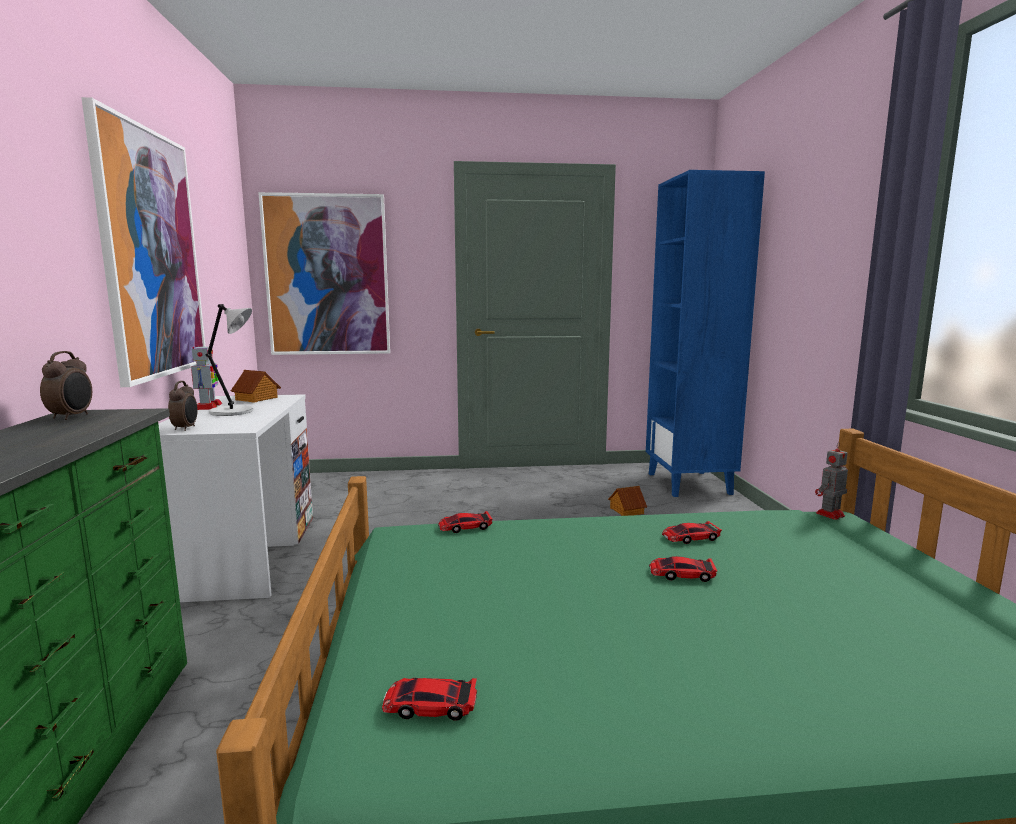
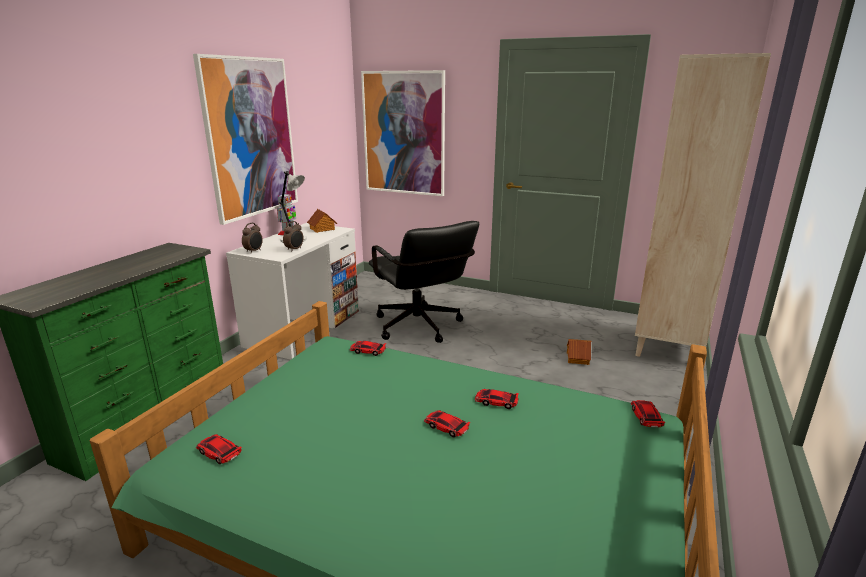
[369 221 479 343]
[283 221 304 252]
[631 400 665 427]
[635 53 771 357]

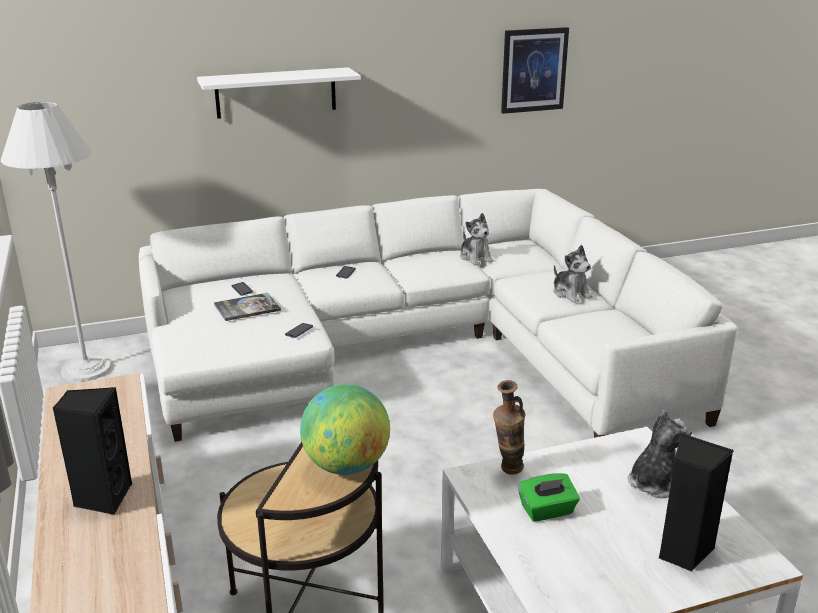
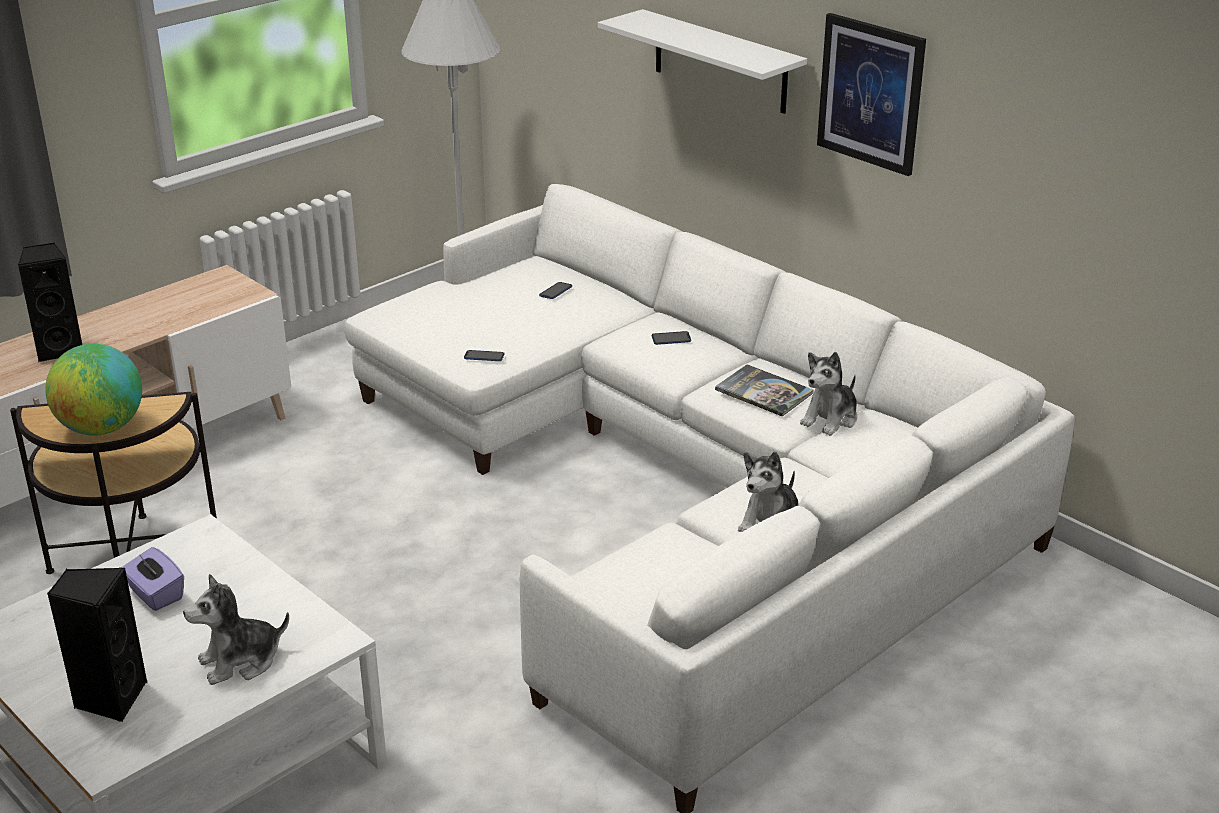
[493 380 525 475] (first image)
[715 364 814 416]
[817 13 926 176]
[121 547 184 611]
[183 574 289 685]

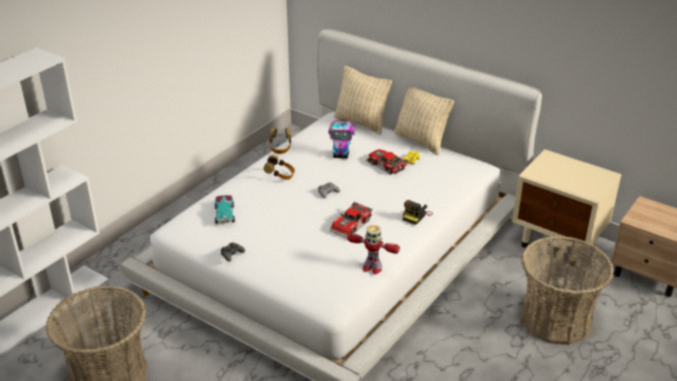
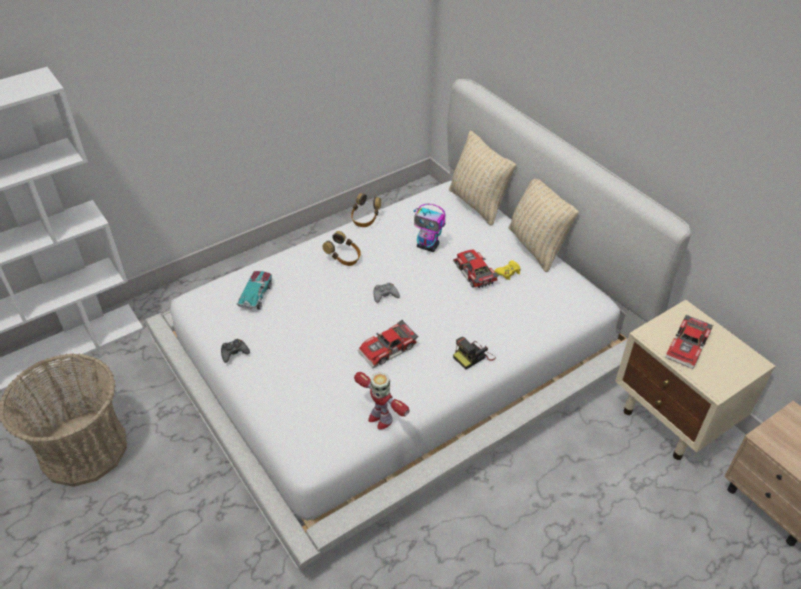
[521 236 614 345] (first image)
[665 314 713 369]

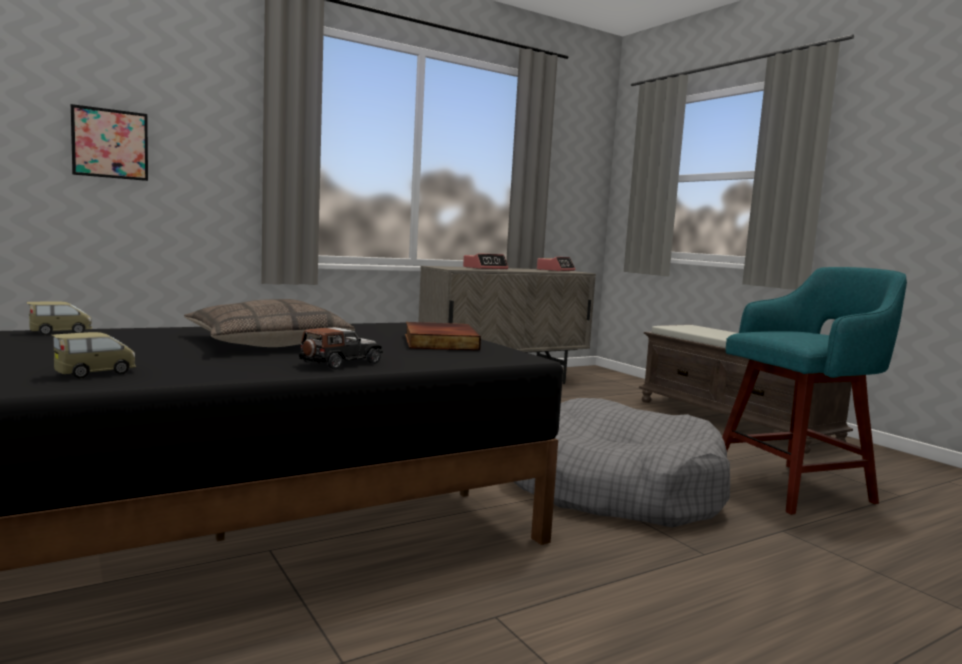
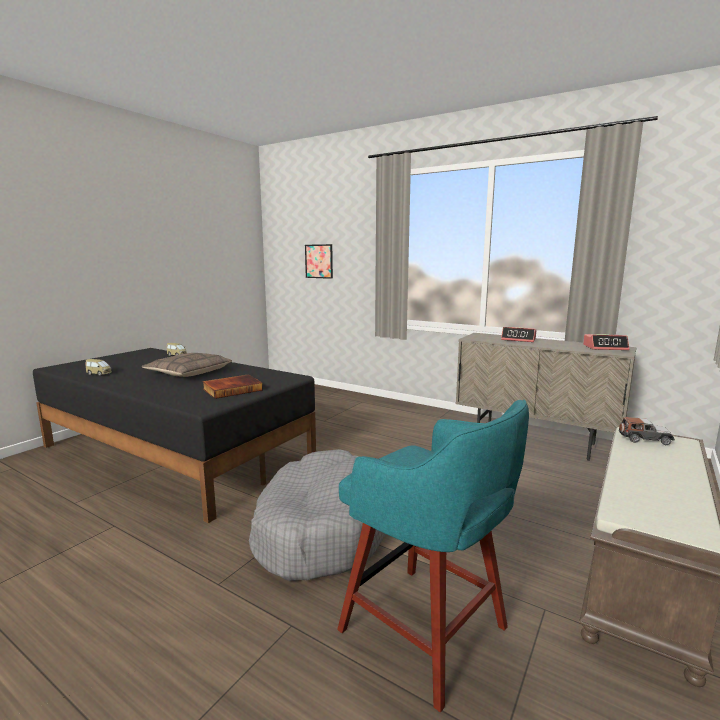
[619 417 675 445]

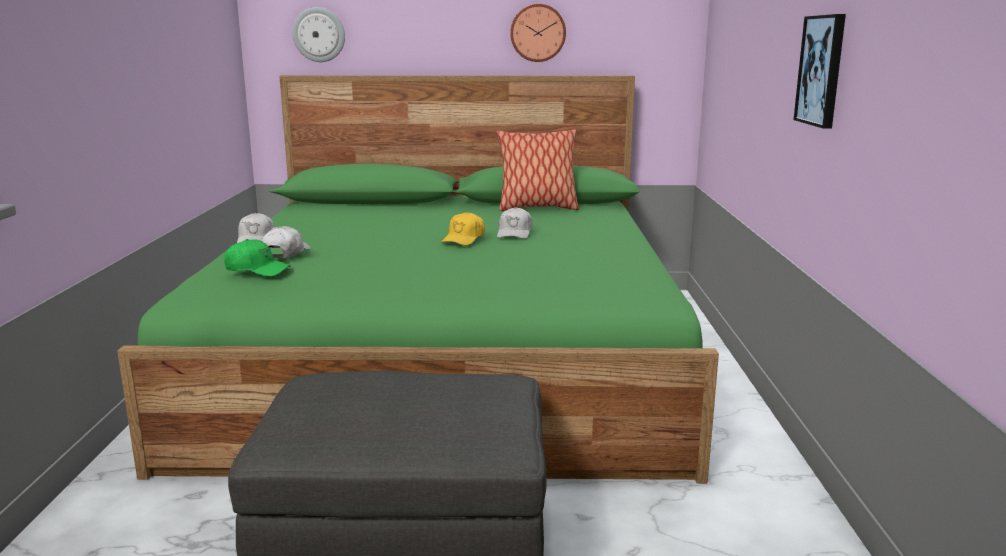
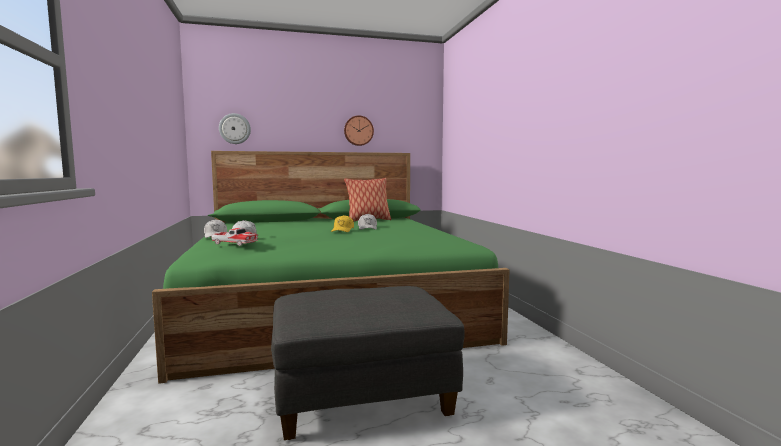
[794 14 846 129] (first image)
[211 228 258 246]

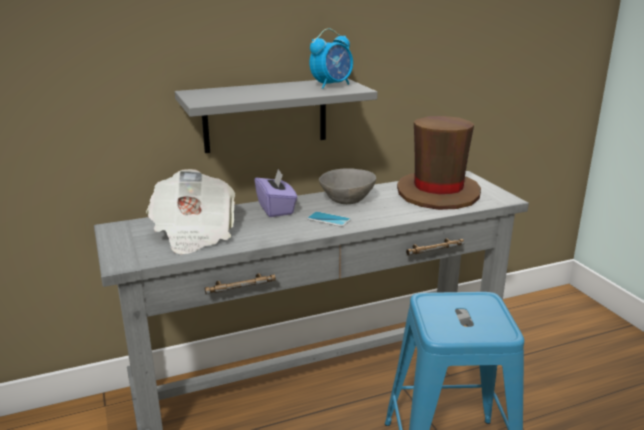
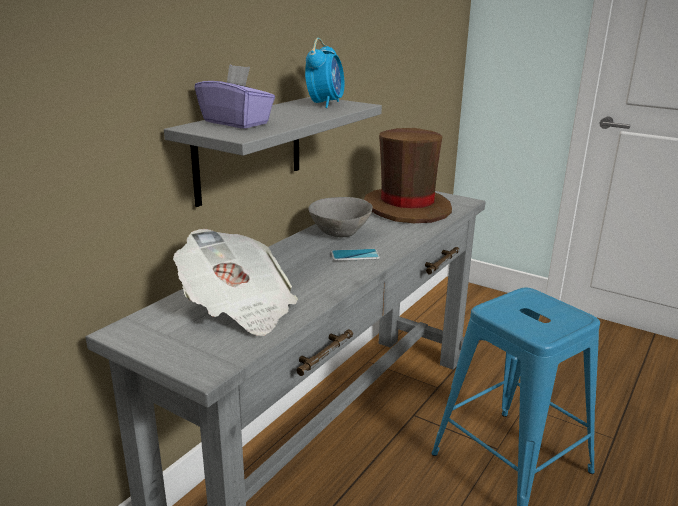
[195 64 275 129]

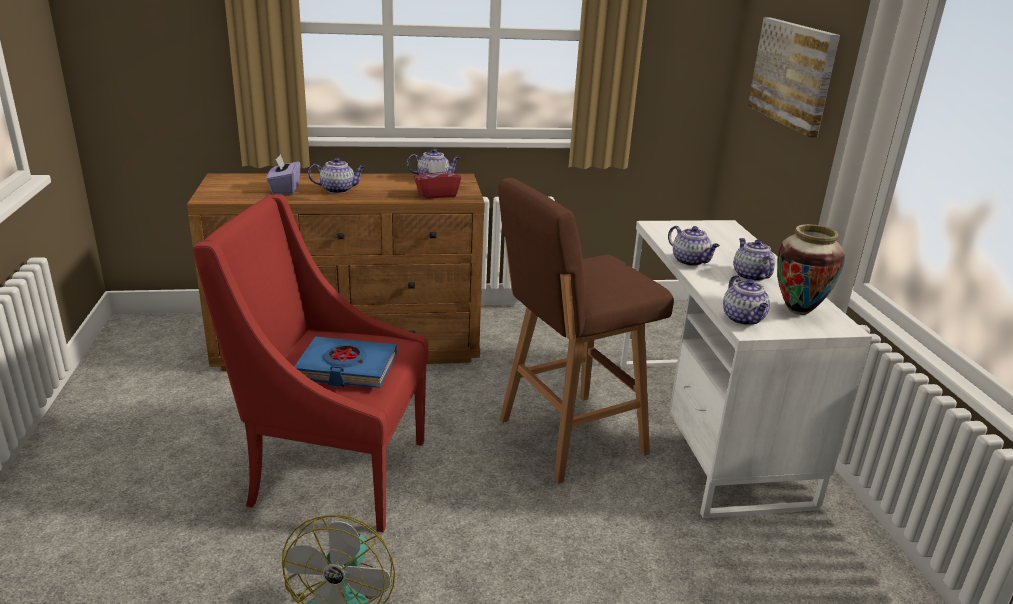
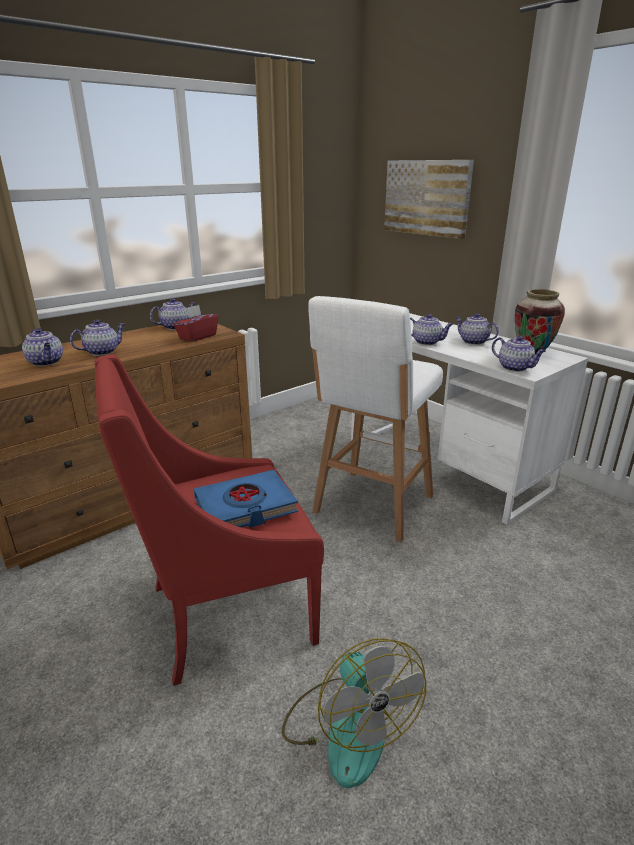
[22 328 63 366]
[308 296 443 542]

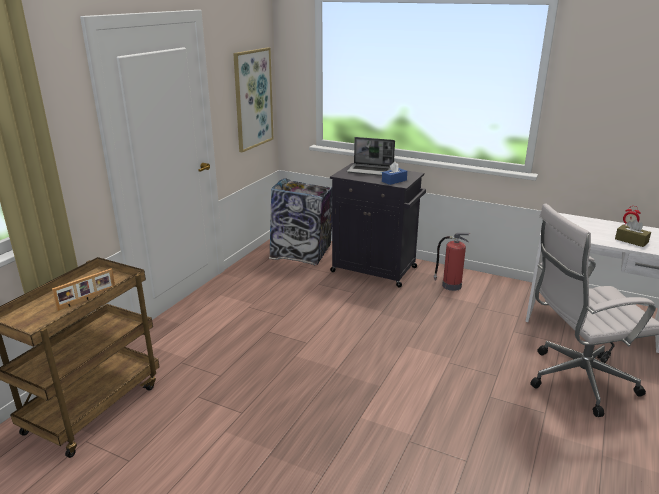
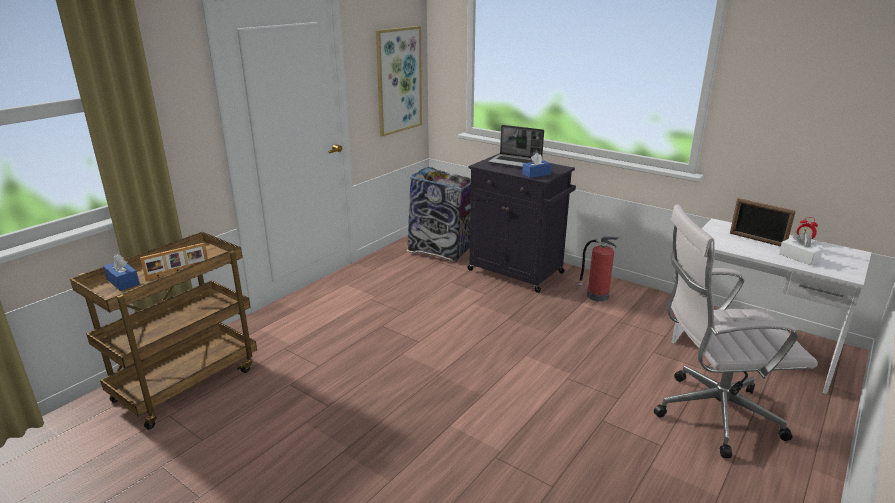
[103 254 140 291]
[730 198 796 246]
[779 232 823 266]

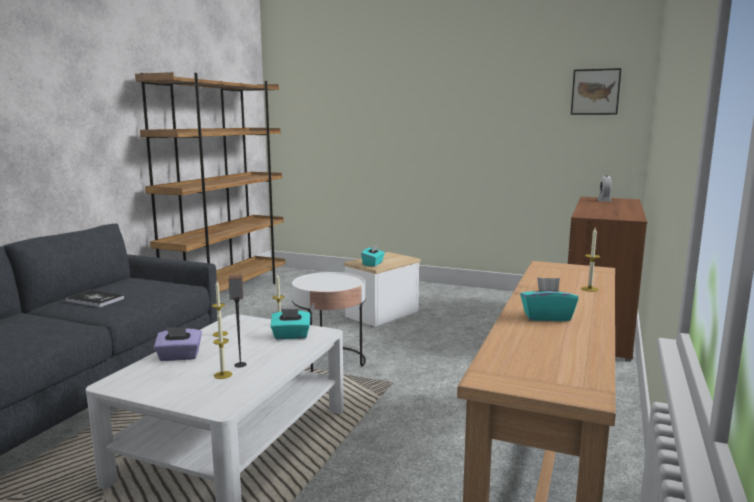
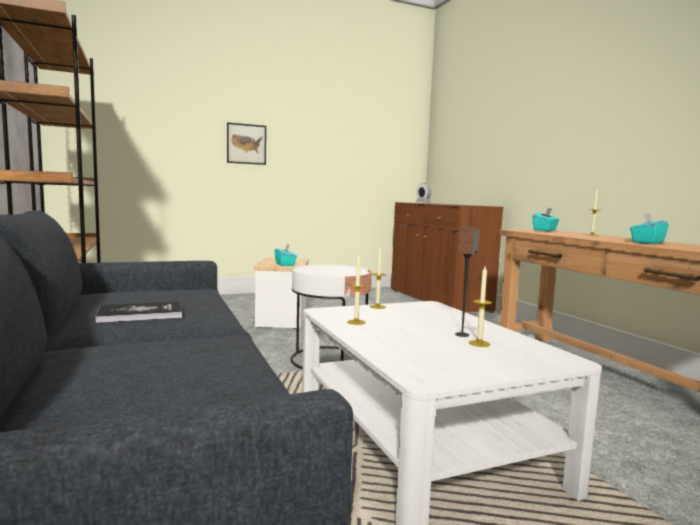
[154 327 202 361] (first image)
[532 208 559 231]
[227 122 266 165]

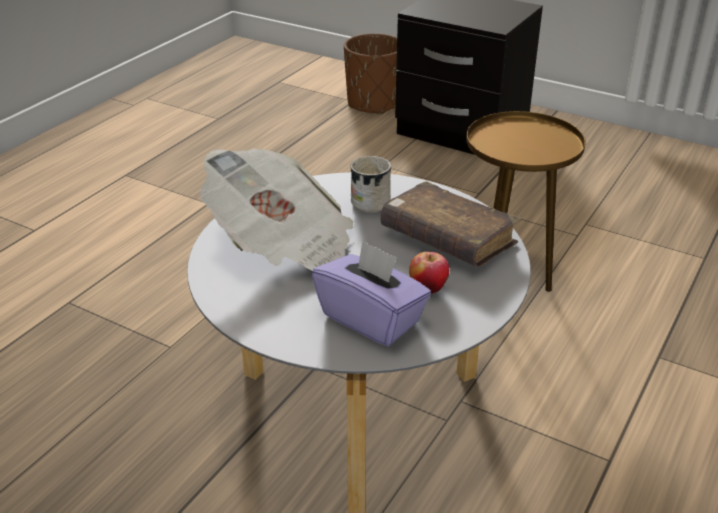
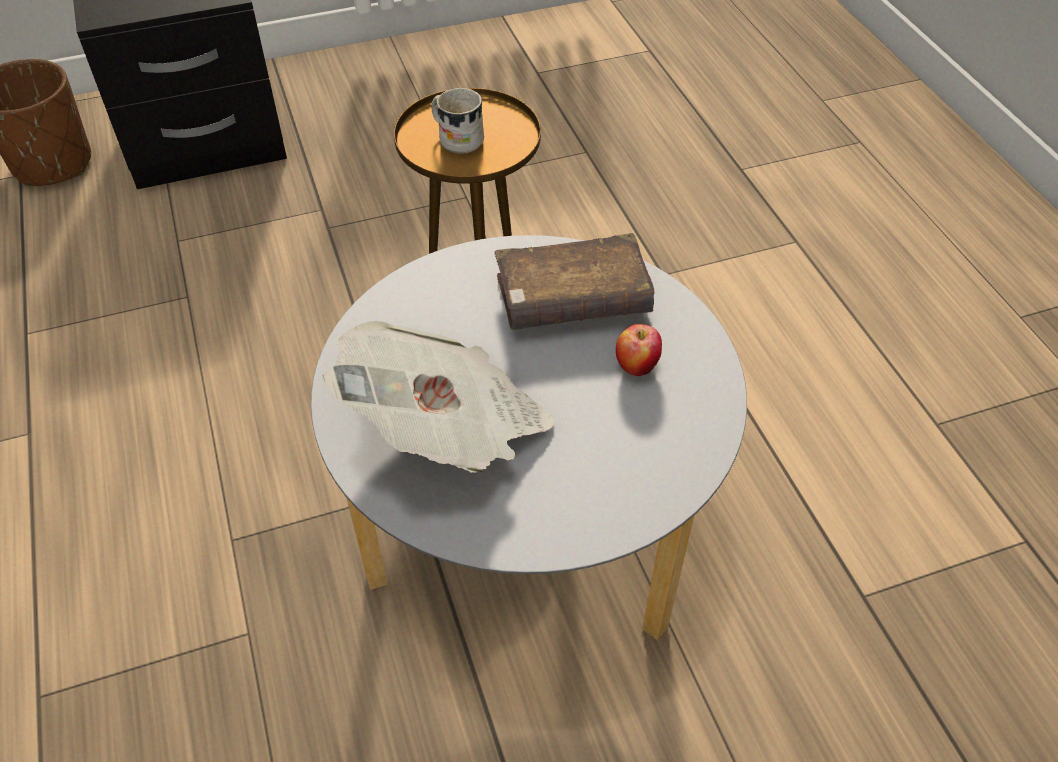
[312 240 431 346] (first image)
[432 88 484 154]

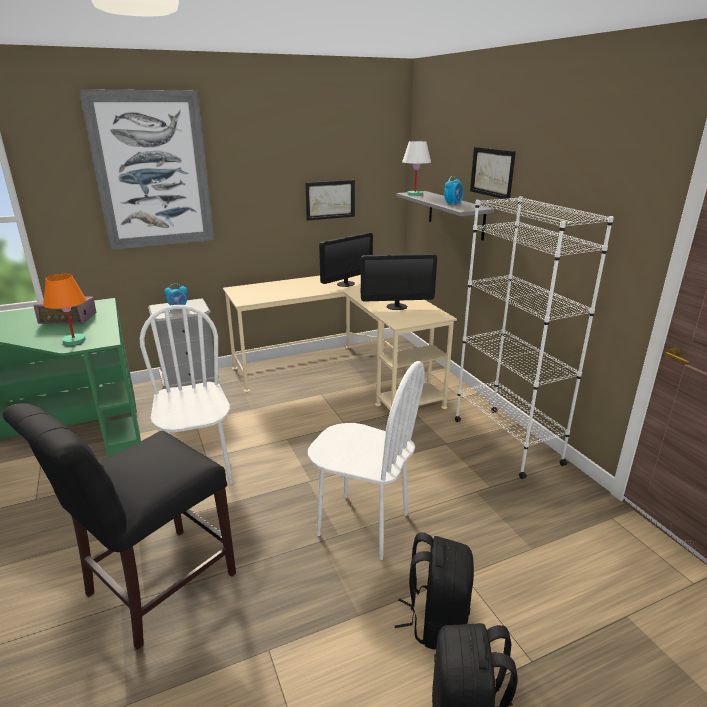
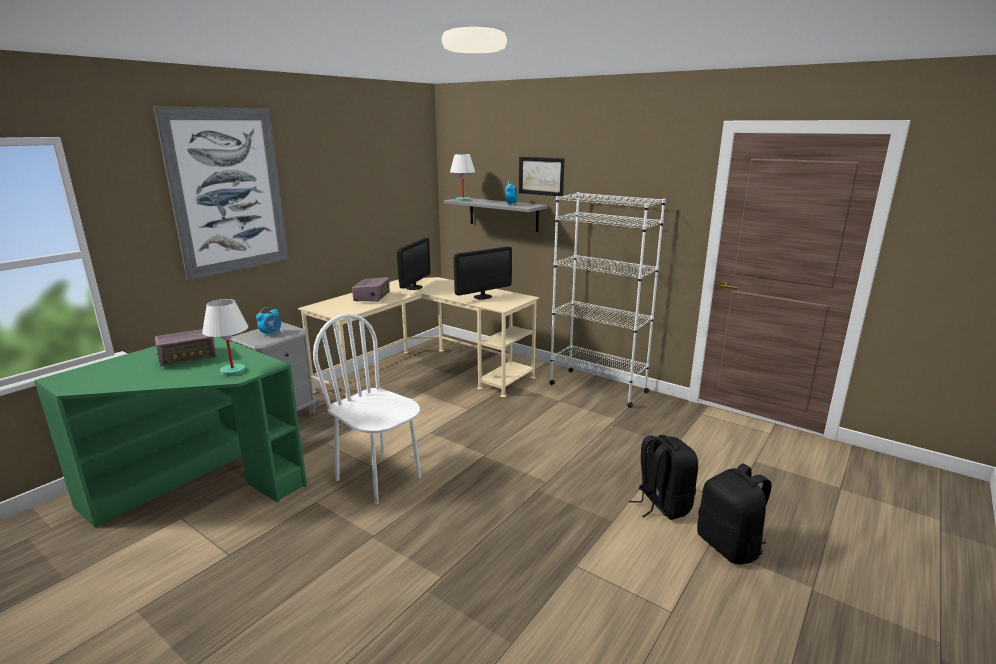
[2 403 236 650] (first image)
[305 180 355 221] (first image)
[308 361 425 560] (first image)
[352 277 390 302]
[202 299 248 376]

